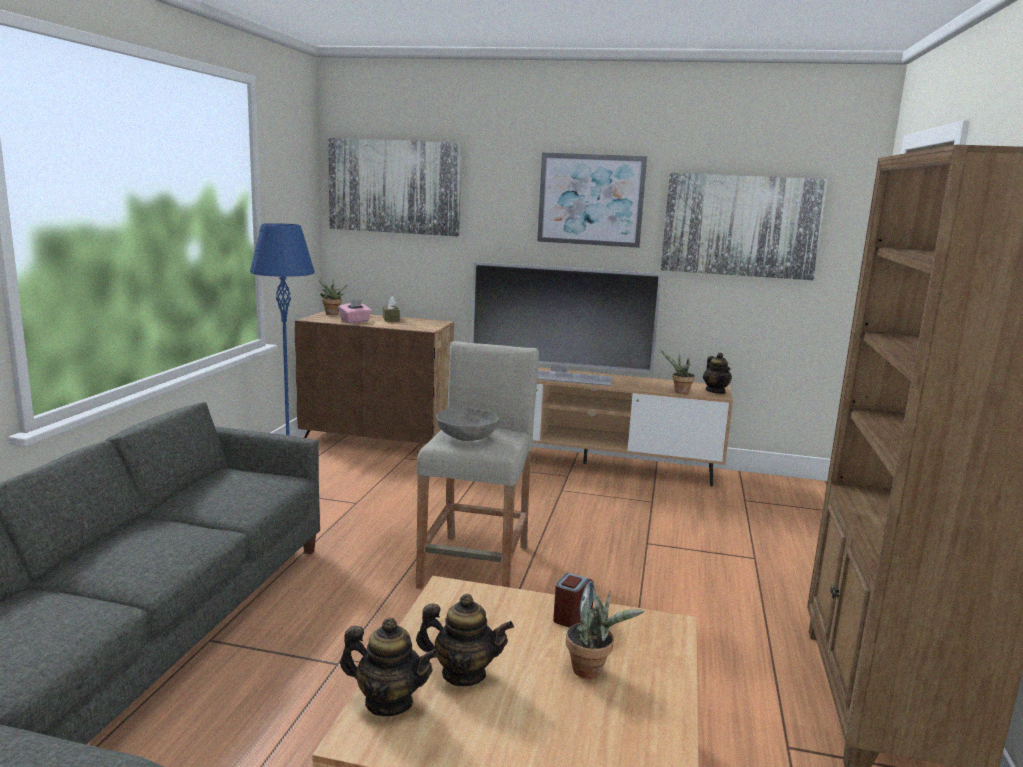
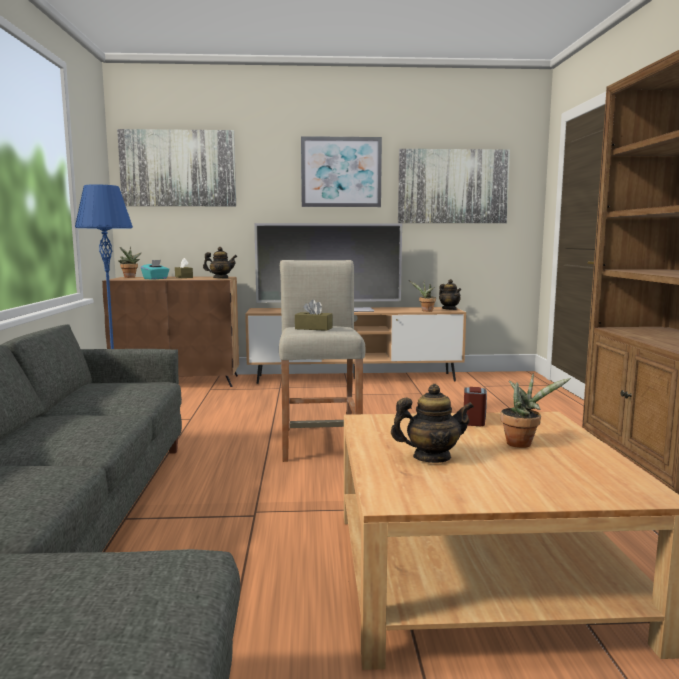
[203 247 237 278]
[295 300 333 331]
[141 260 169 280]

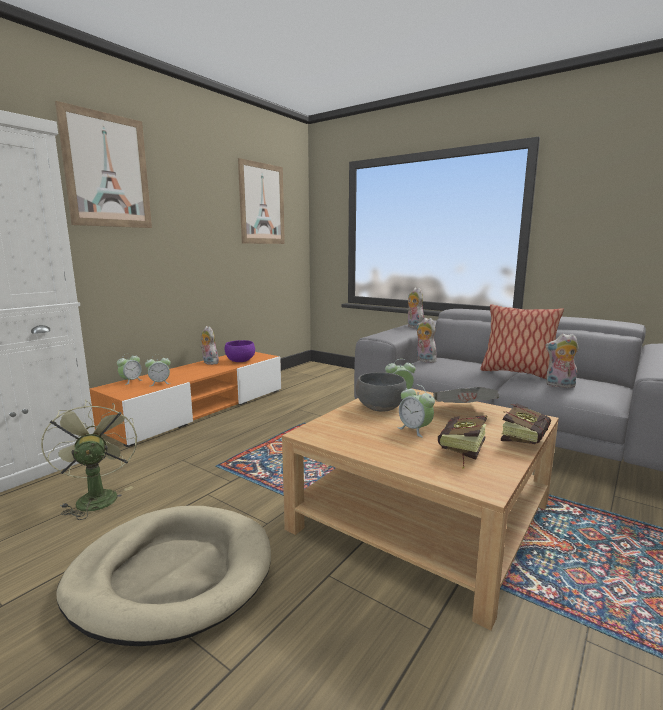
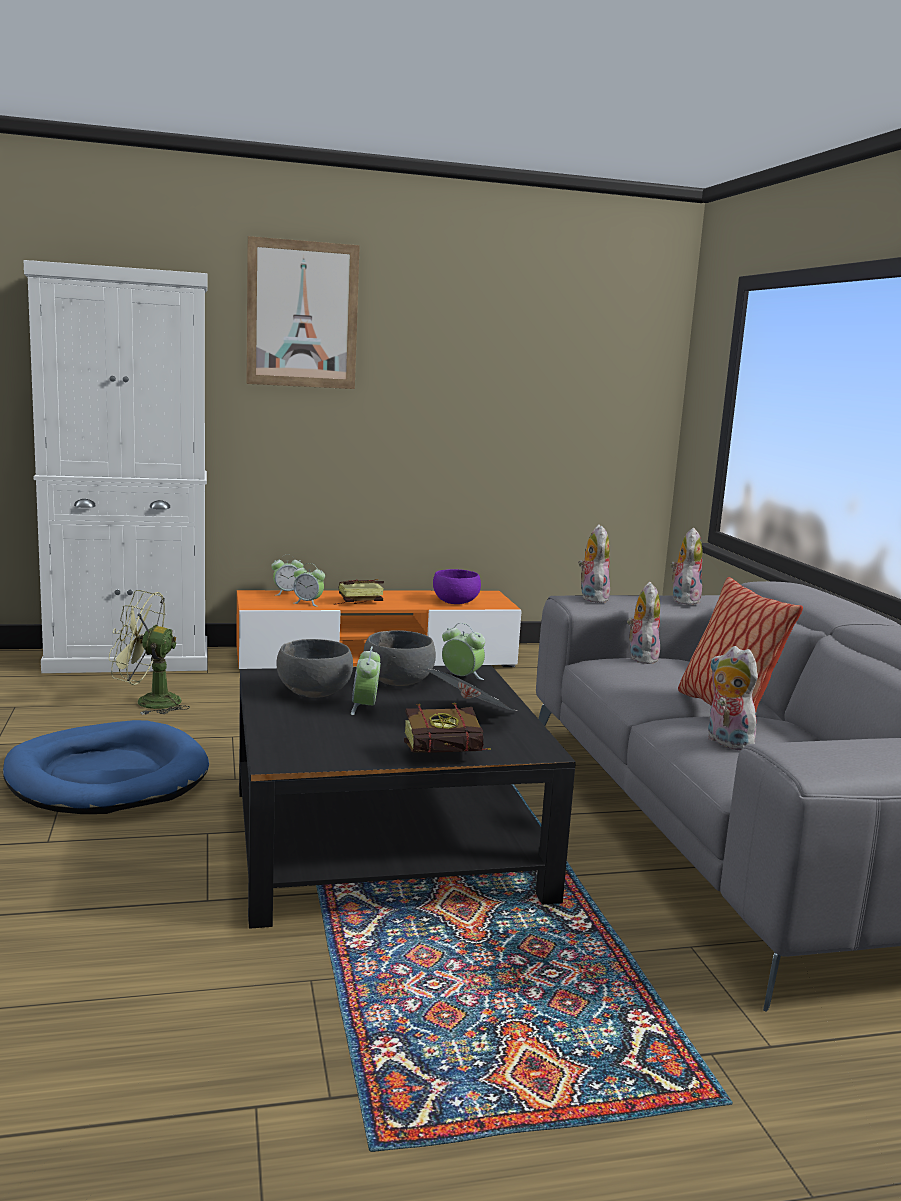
[238 158 285 244] (first image)
[277 639 353 698]
[578 524 610 603]
[333 579 384 605]
[3 720 209 814]
[239 665 576 929]
[109 590 190 715]

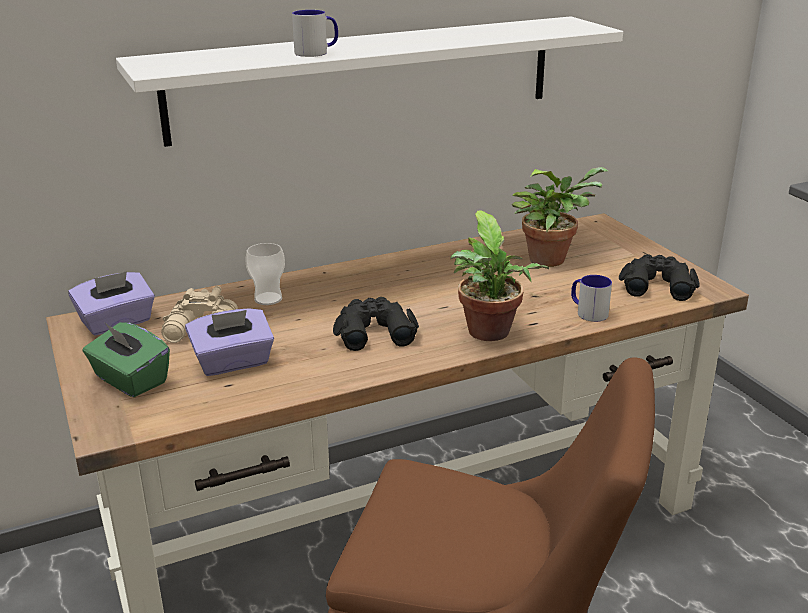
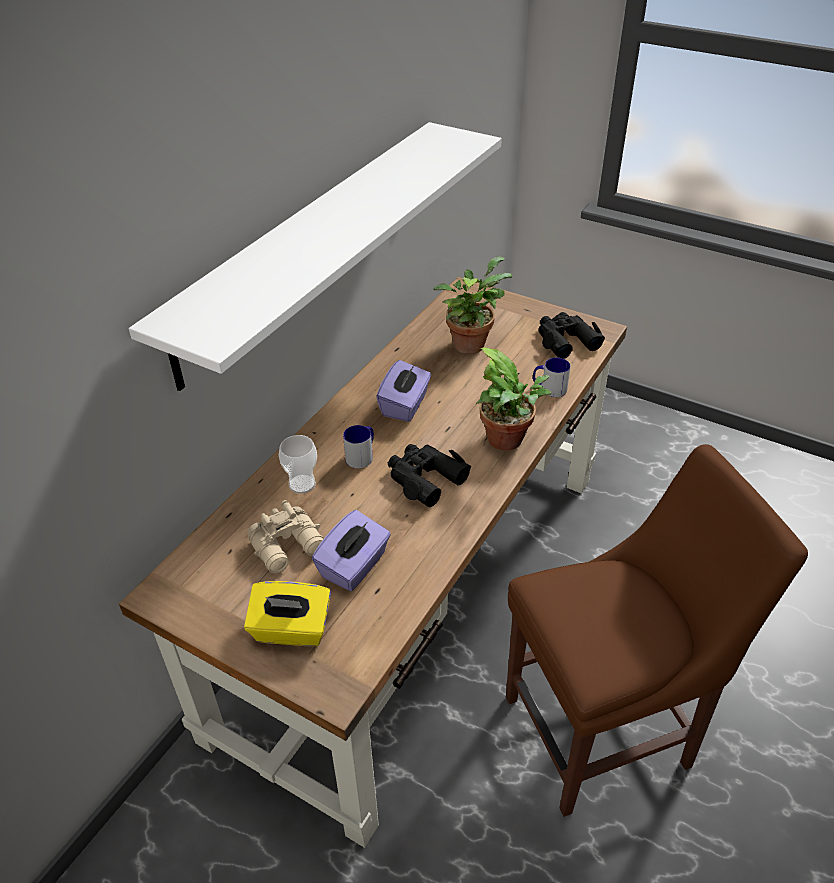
[376 360 431 422]
[343 425 374 468]
[244 581 331 646]

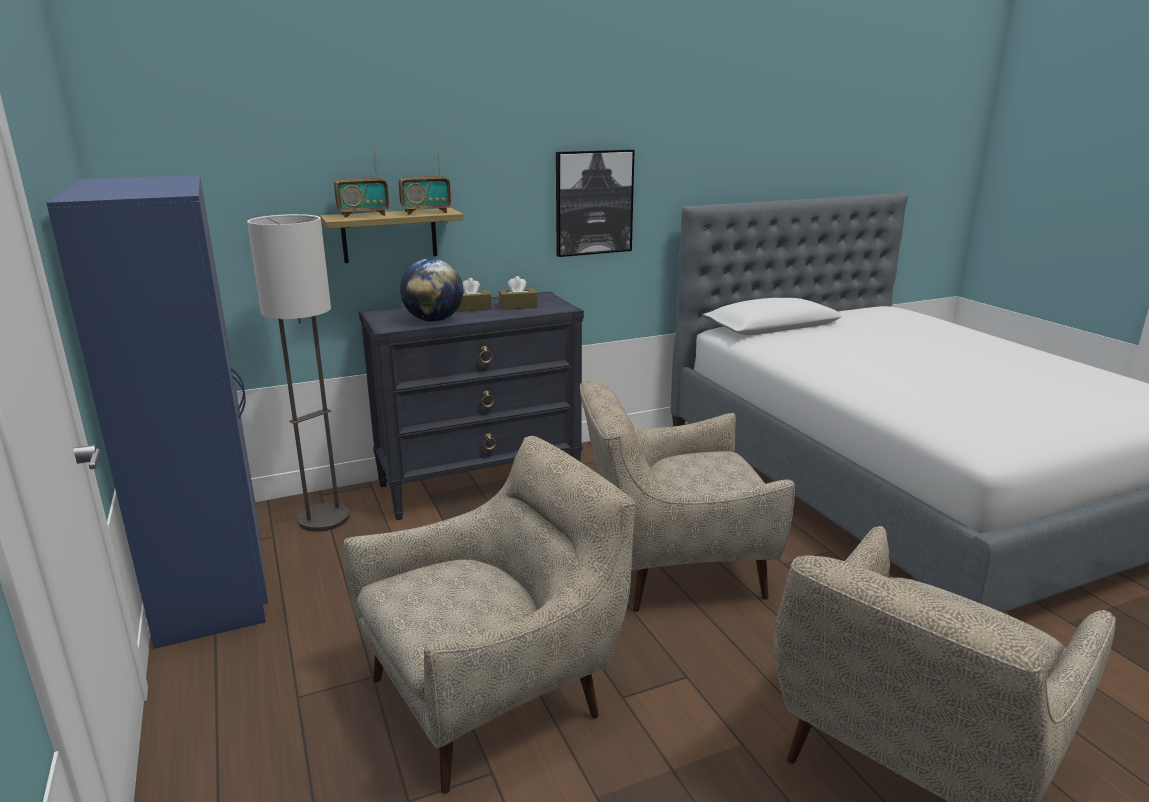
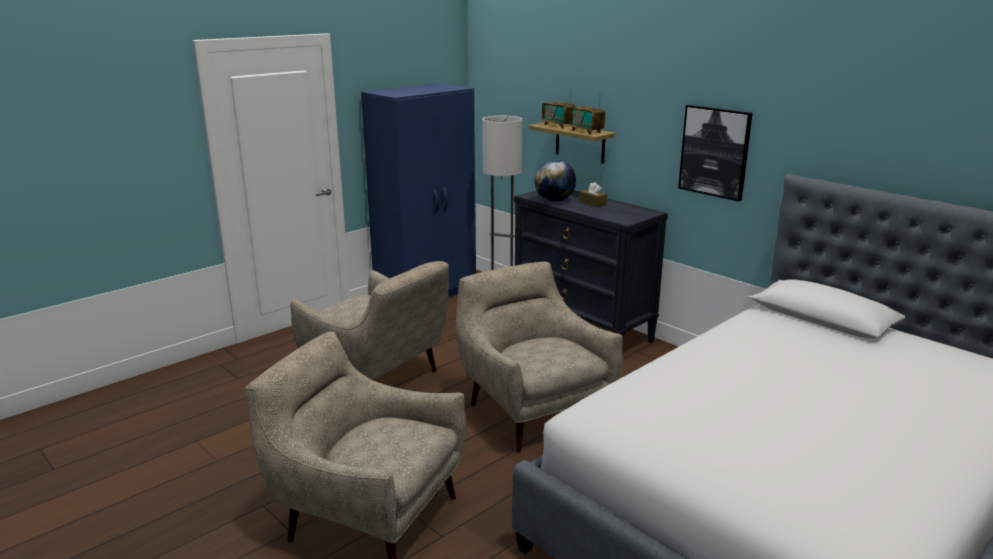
[499 276 537 310] (first image)

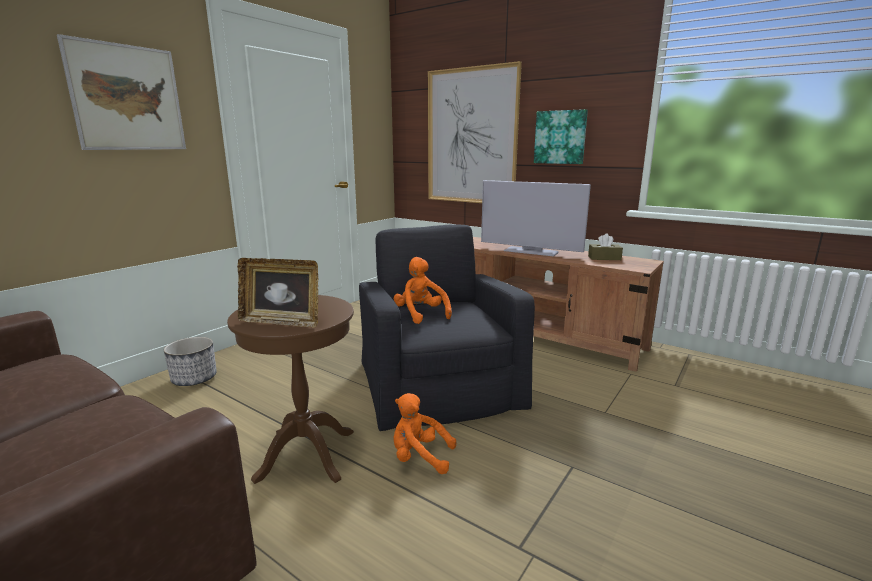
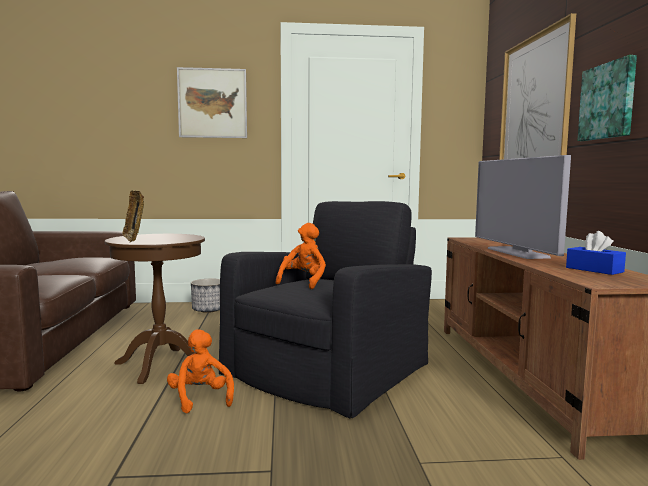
[566 231 626 275]

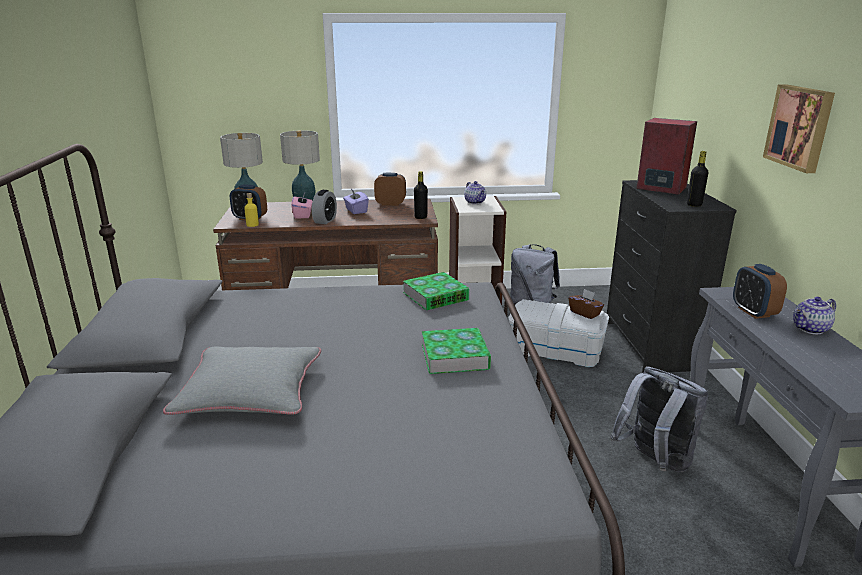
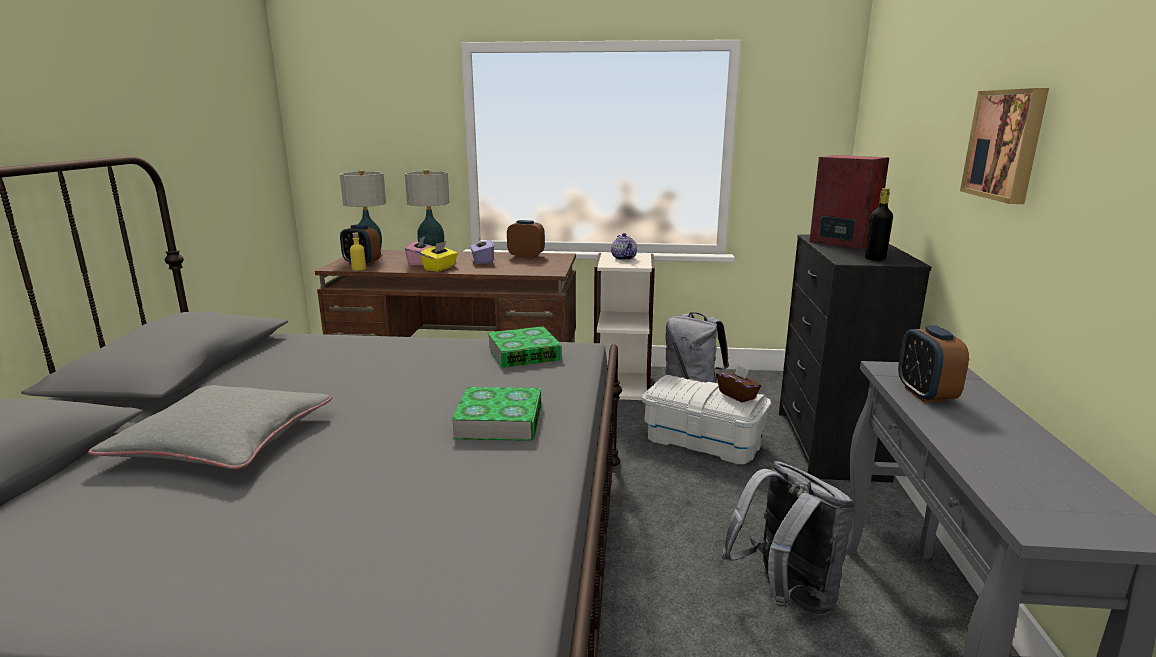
[414 171 428 219] (first image)
[793 297 836 334] (first image)
[420 241 458 272]

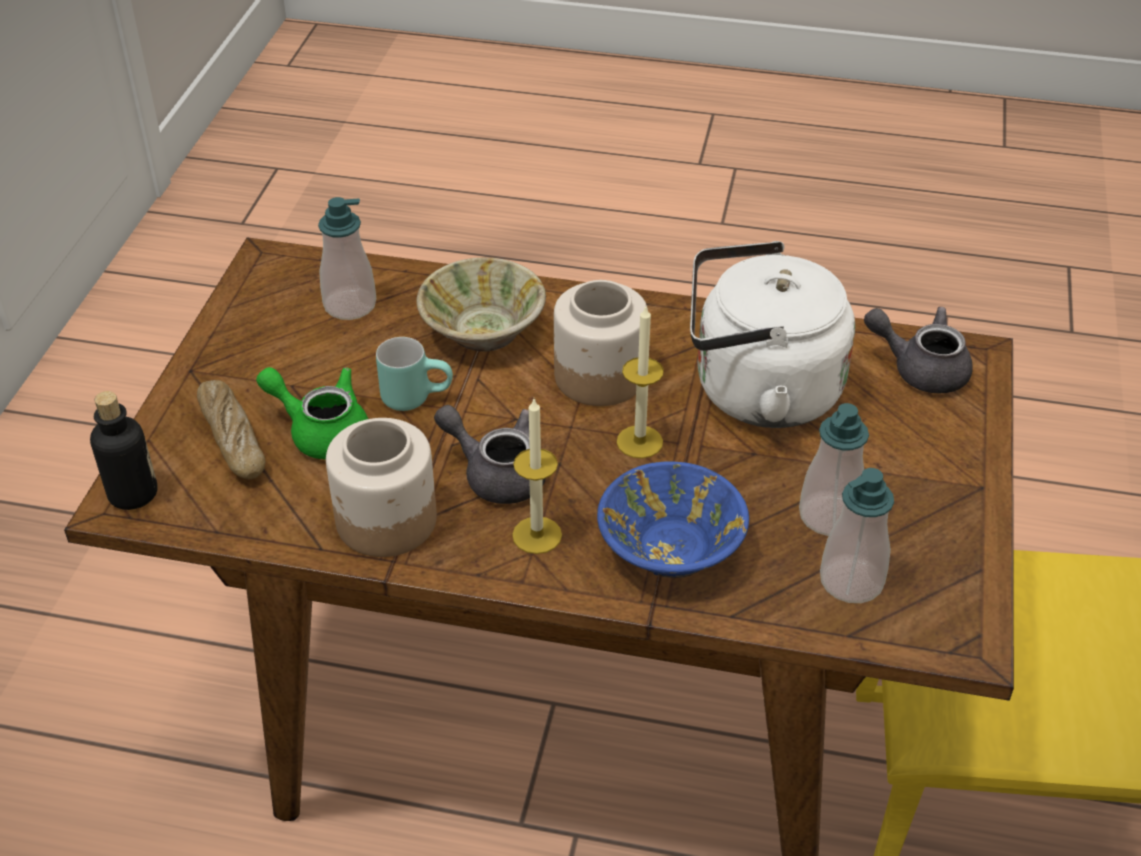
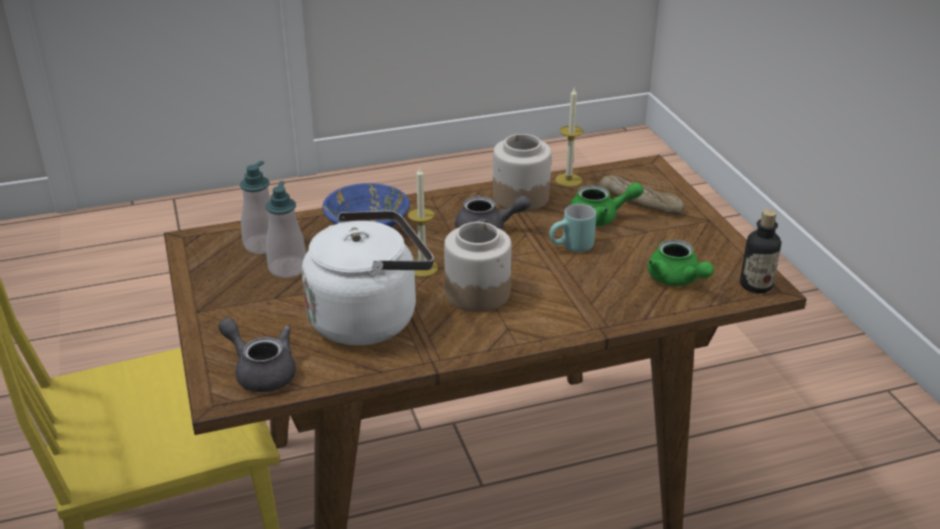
[417 257 546 352] (first image)
[740 209 781 293]
[555 88 583 187]
[647 240 714 286]
[218 318 296 392]

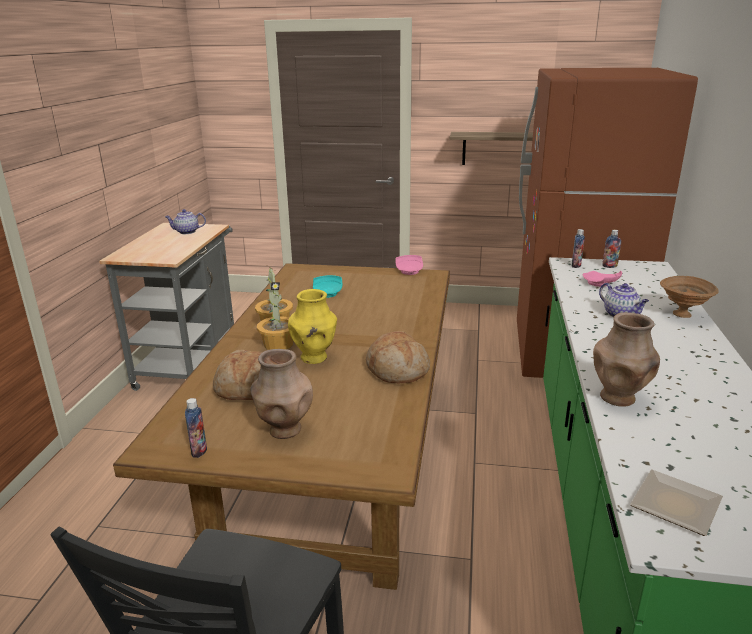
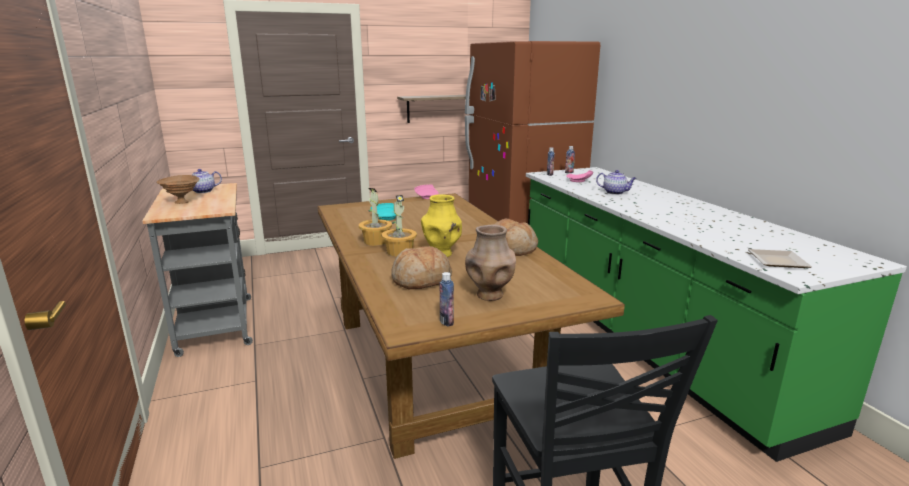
[593 312 660 407] (first image)
[157 175 199 204]

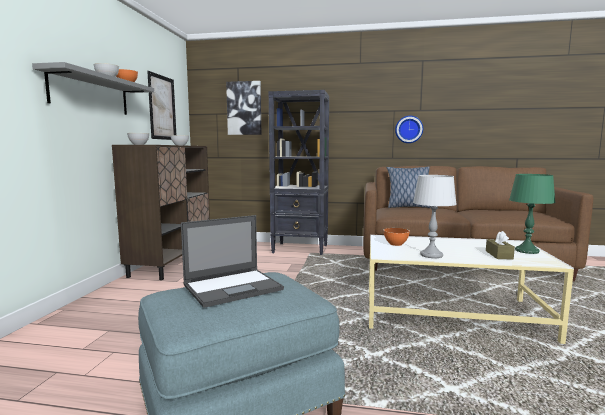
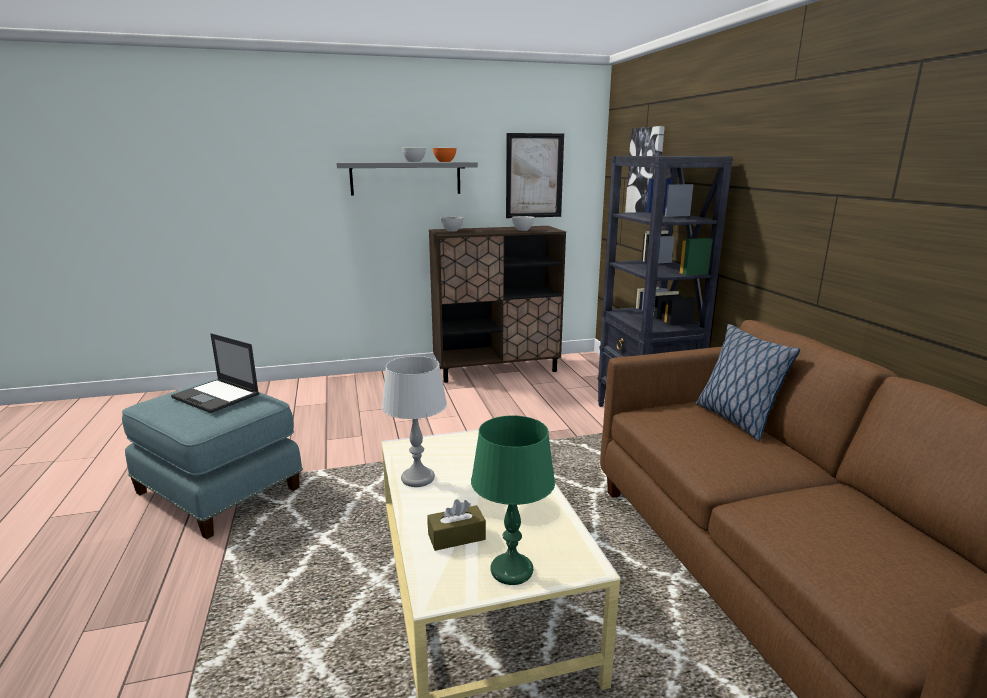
[383 228 410 246] (first image)
[395 116 423 143] (first image)

